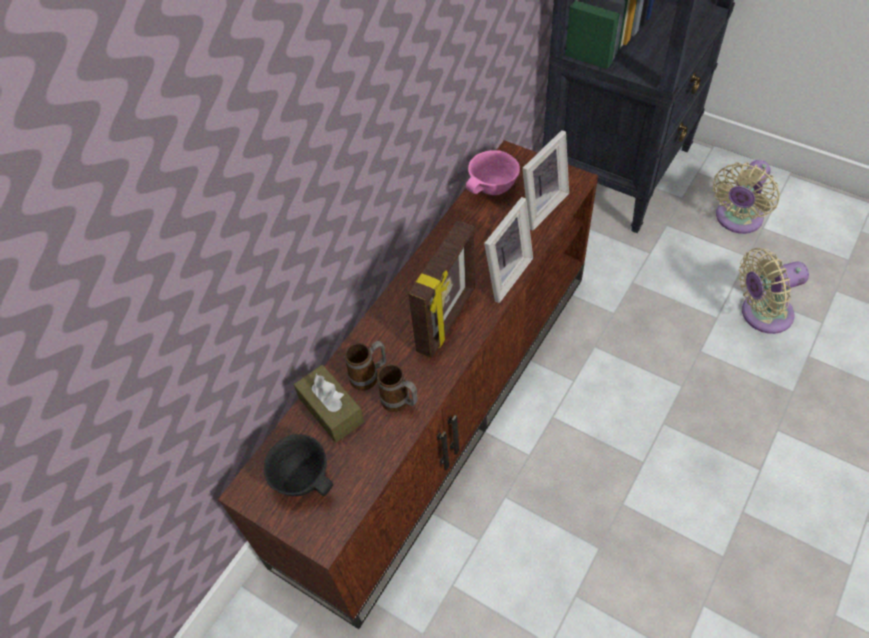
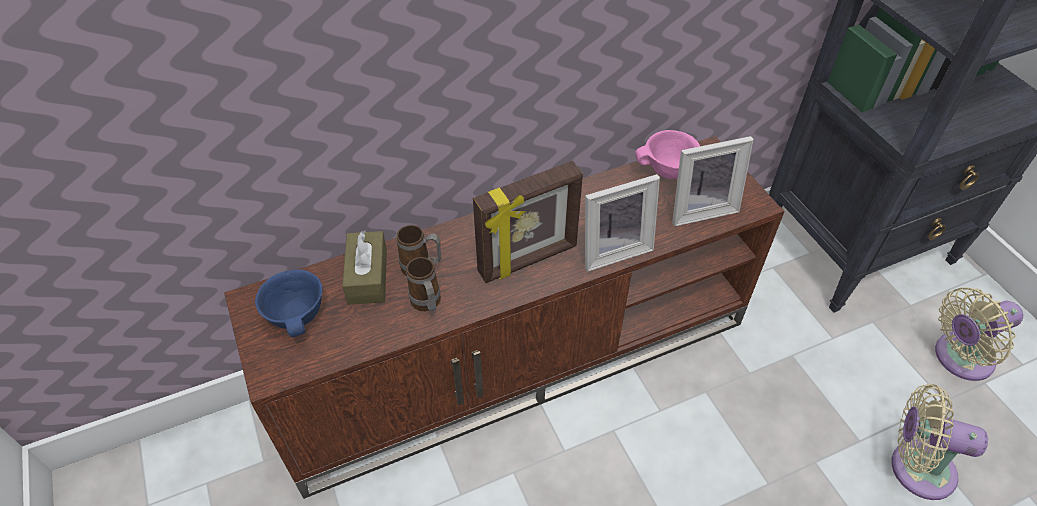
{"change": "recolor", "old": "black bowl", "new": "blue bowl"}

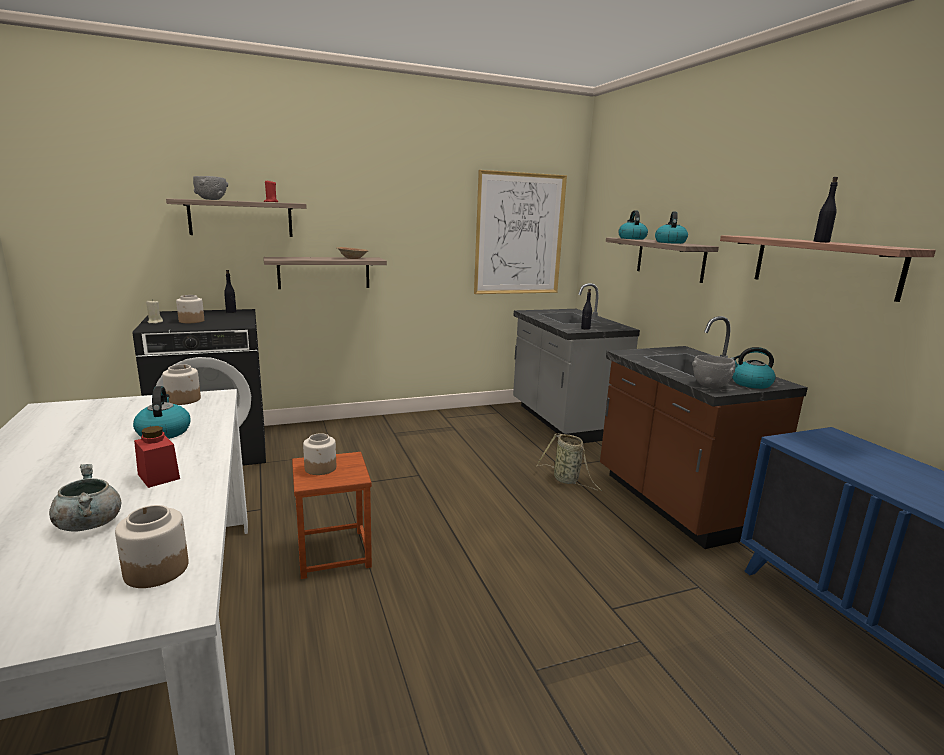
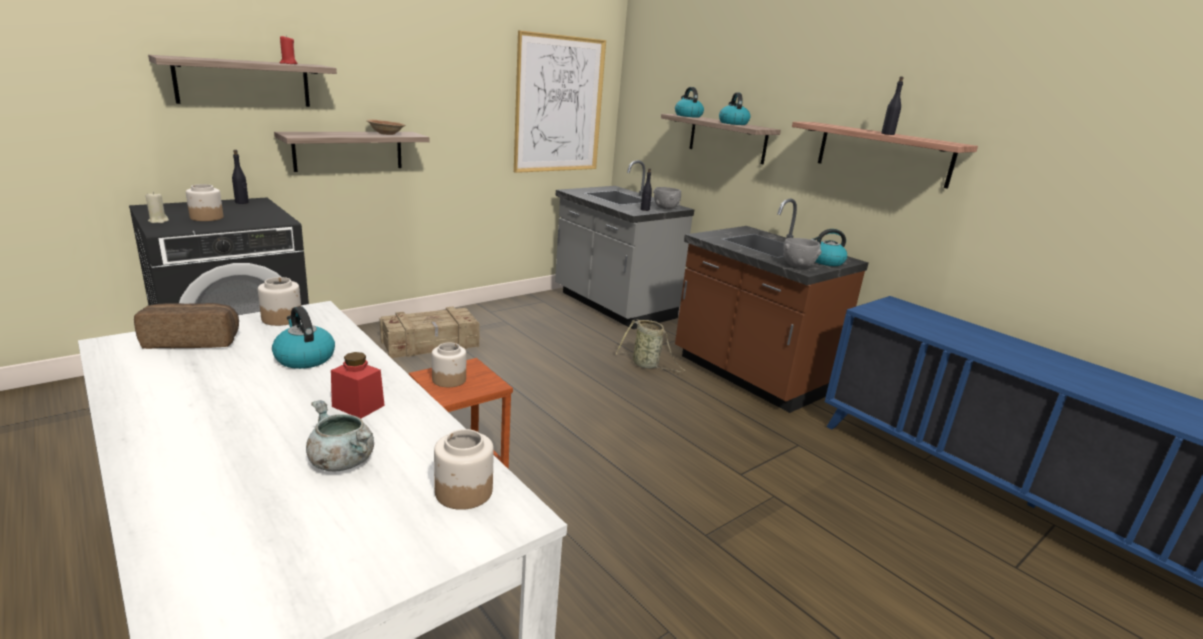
{"change": "insert", "new": "bread"}
{"change": "insert", "new": "crate"}
{"change": "move", "old": "grey bowl (1st from left)"}

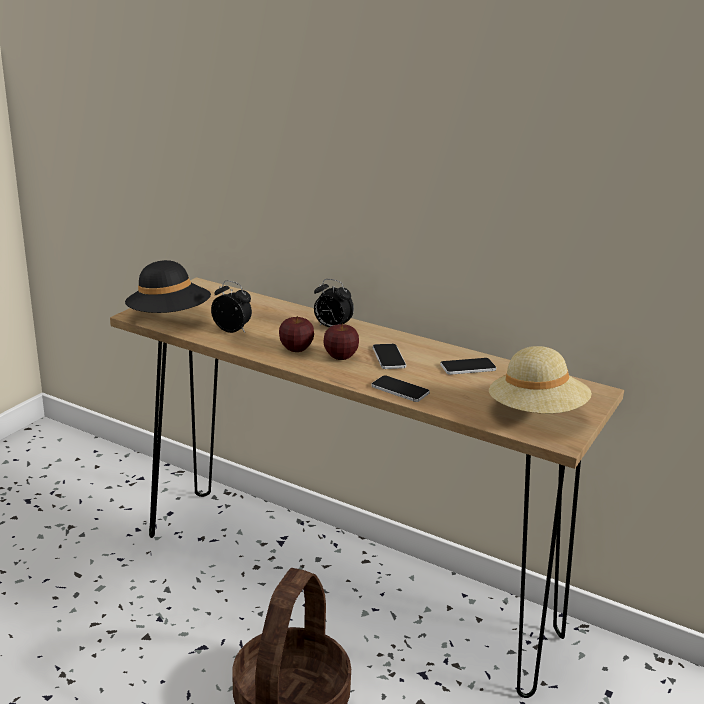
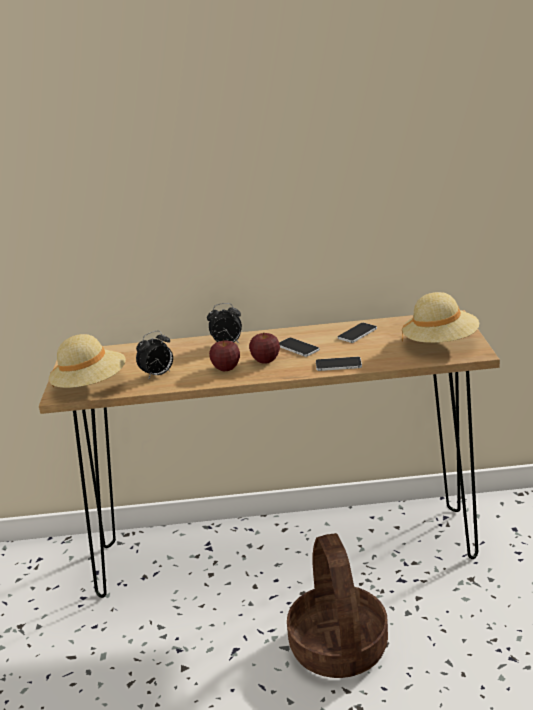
{"change": "recolor", "old": "black hat", "new": "beige hat (1st from left)"}
{"change": "rotate", "old": "alarm clock (1st from left)", "degrees": 150}

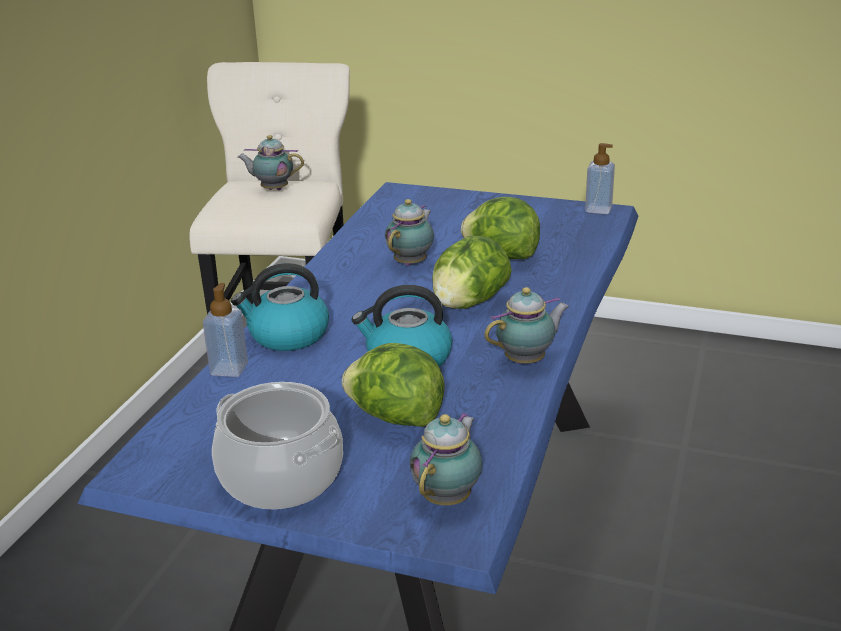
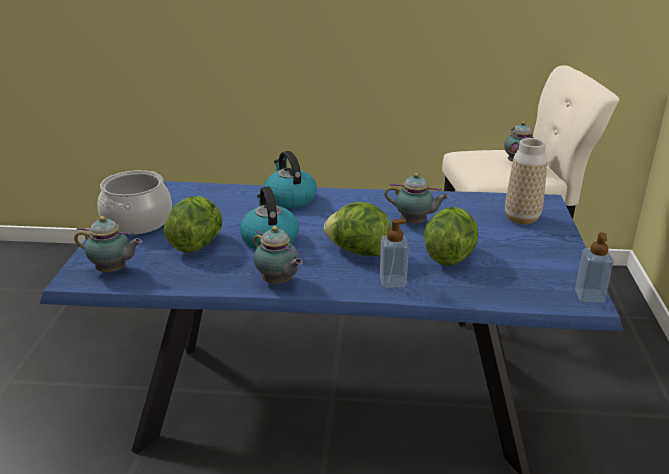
{"change": "move", "old": "soap dispenser (1st from left)"}
{"change": "insert", "new": "vase"}

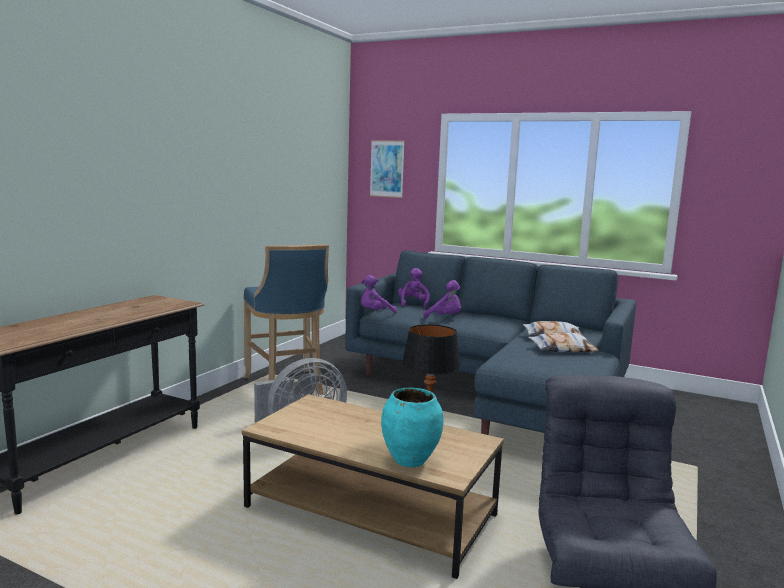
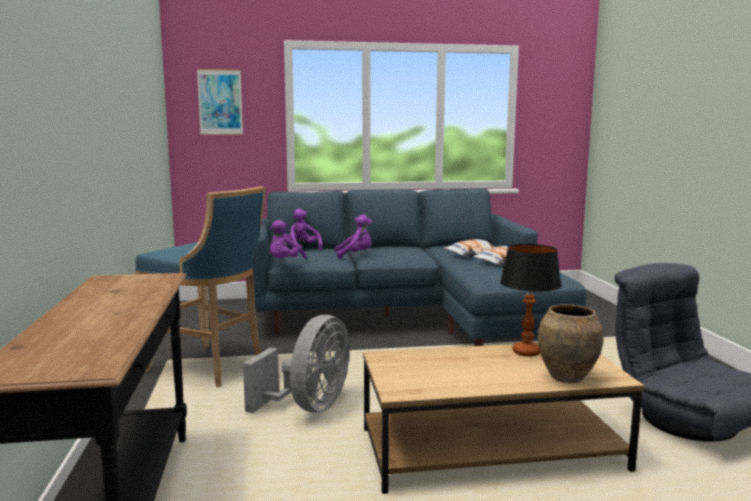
{"change": "recolor", "old": "turquoise vase", "new": "brown vase"}

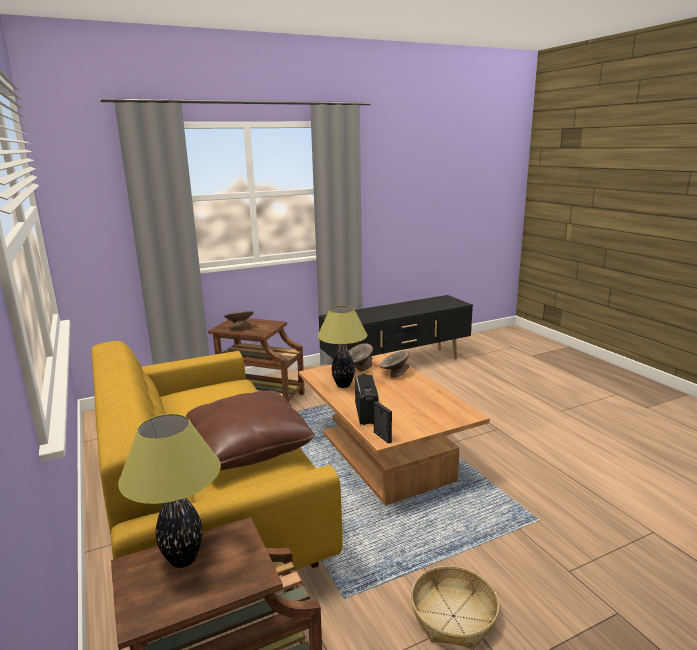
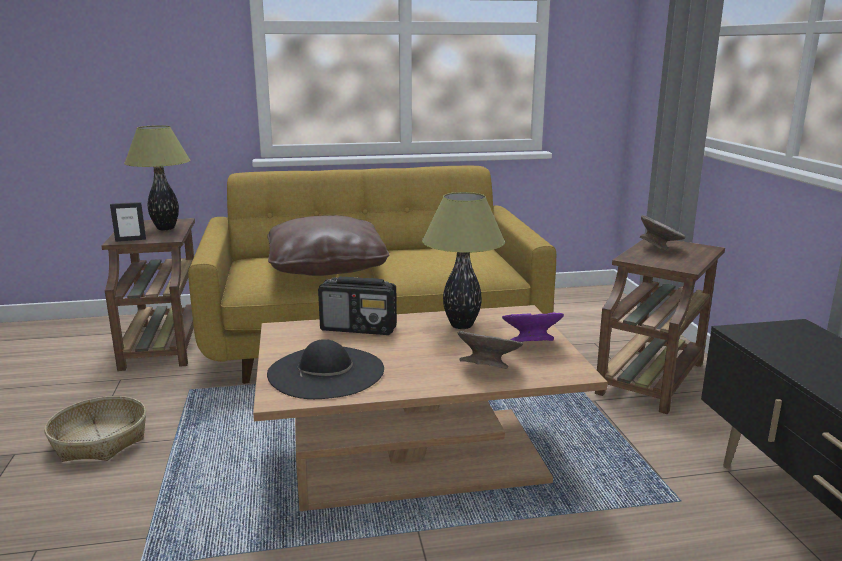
{"change": "move", "old": "picture frame"}
{"change": "insert", "new": "black hat"}
{"change": "recolor", "old": "grey bowl (2nd from left)", "new": "purple bowl"}

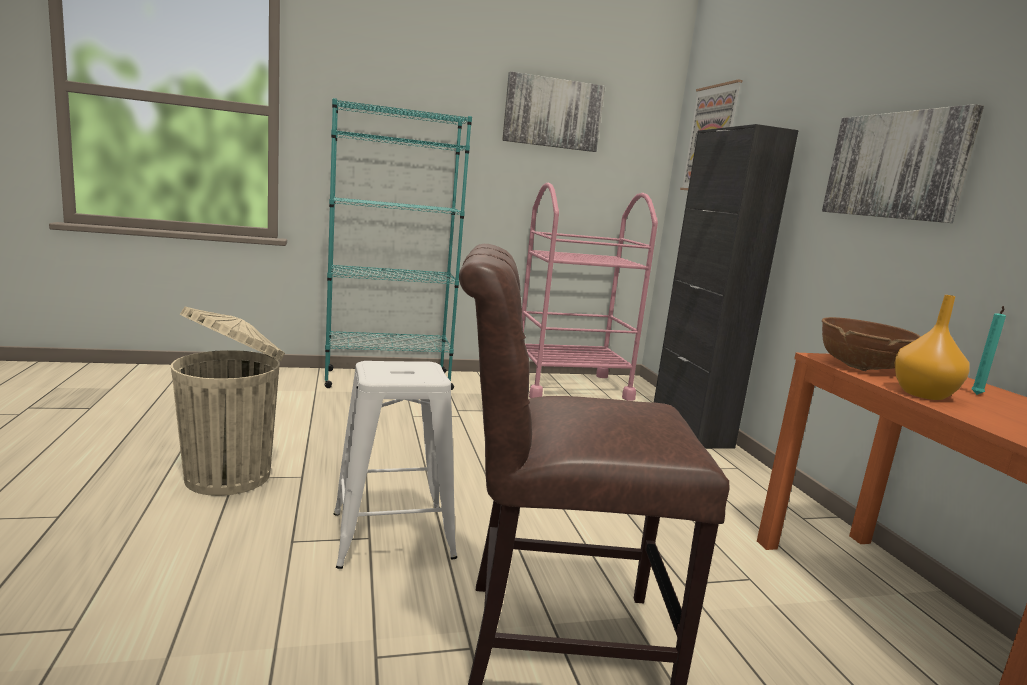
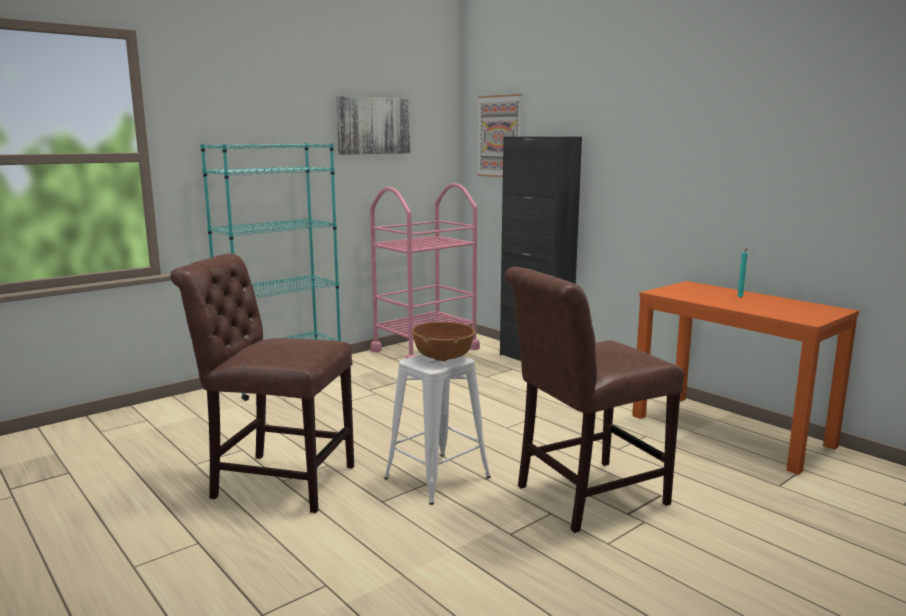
{"change": "replace", "old": "beige trash can", "new": "brown chair (1st from left)"}
{"change": "move", "old": "brown bowl"}
{"change": "delete", "old": "picture (3rd from left)"}
{"change": "delete", "old": "orange vase"}

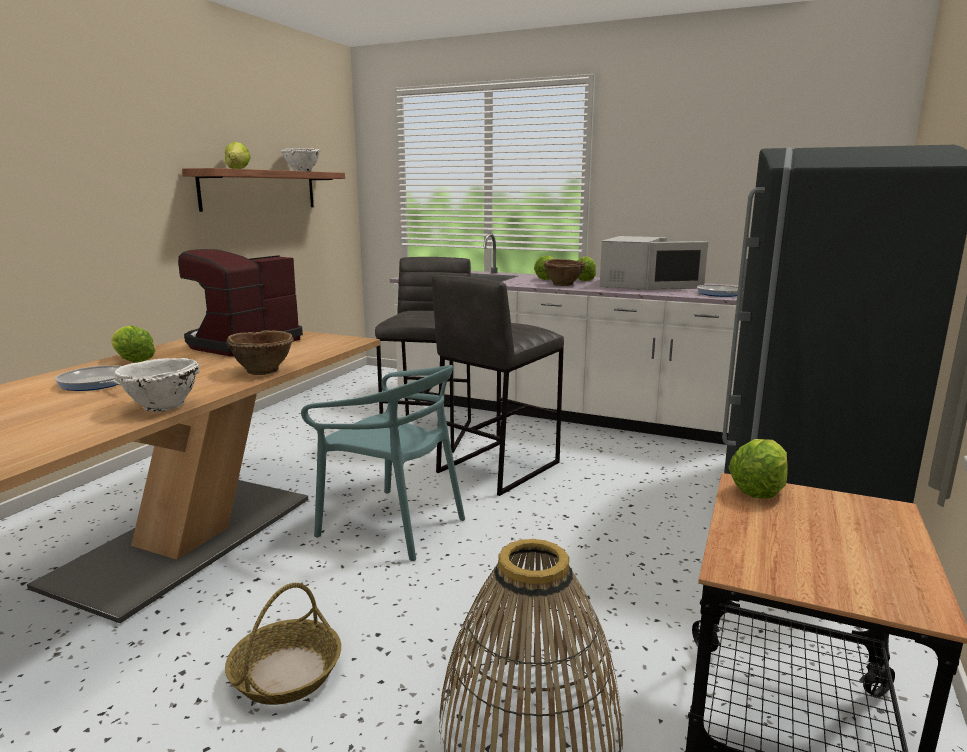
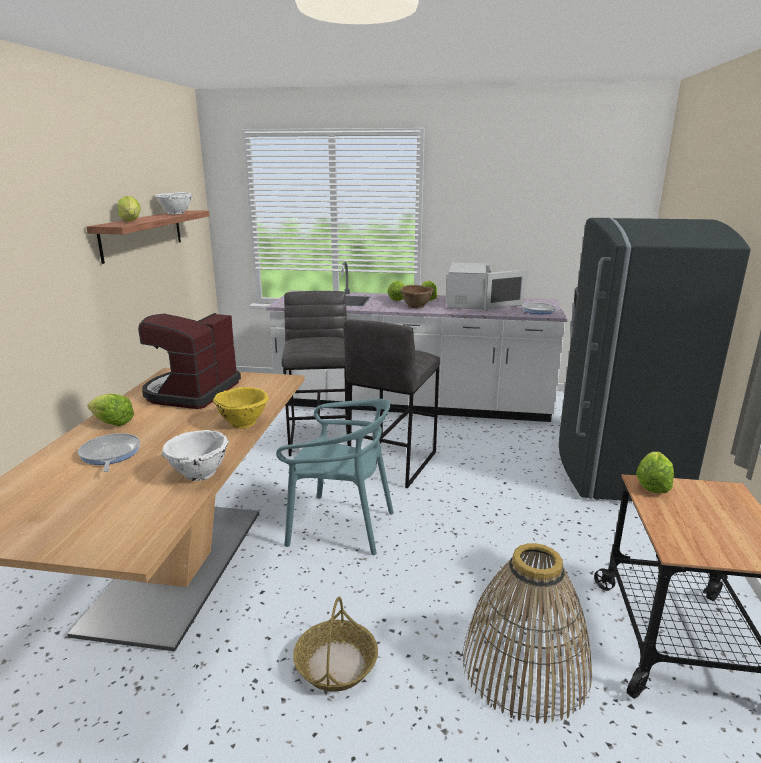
{"change": "rotate", "old": "frying pan (1st from left)", "degrees": 45}
{"change": "recolor", "old": "brown bowl (1st from left)", "new": "yellow bowl"}

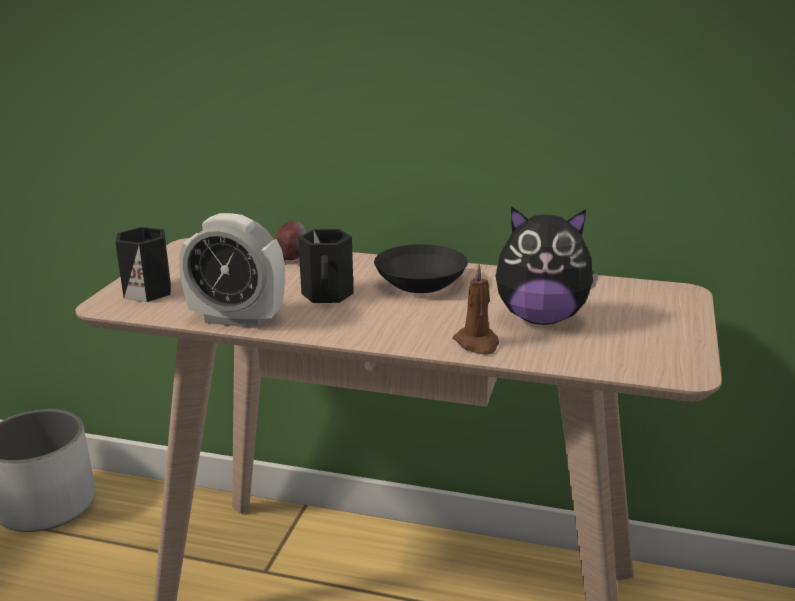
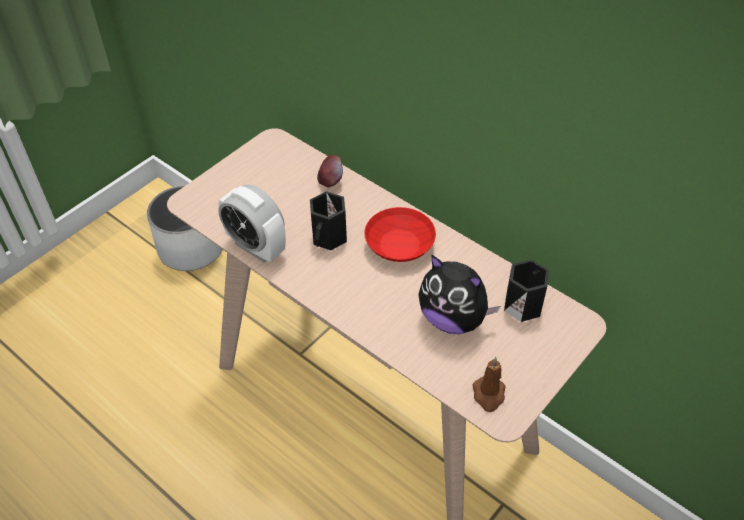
{"change": "recolor", "old": "black bowl", "new": "red bowl"}
{"change": "move", "old": "brown candle"}
{"change": "move", "old": "black mug (1st from left in the first image)", "new": "black mug (2nd from left)"}

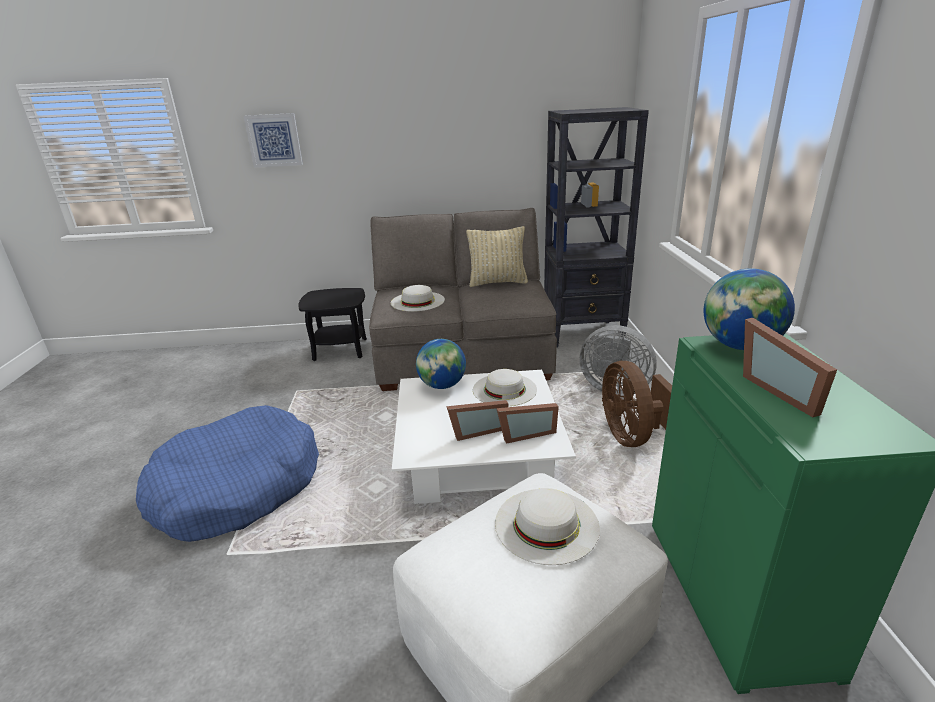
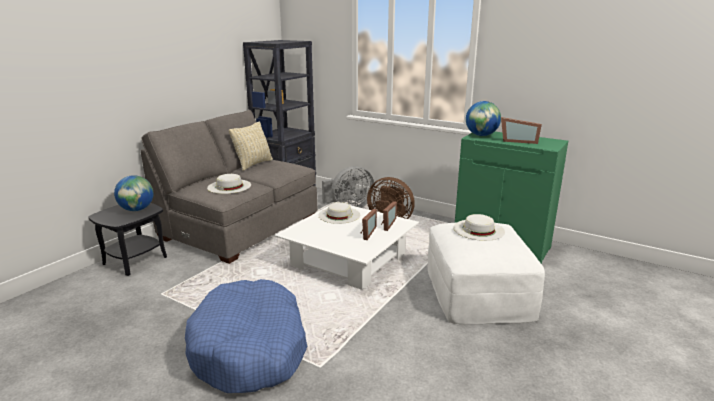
{"change": "move", "old": "globe (1st from left)"}
{"change": "delete", "old": "picture"}

